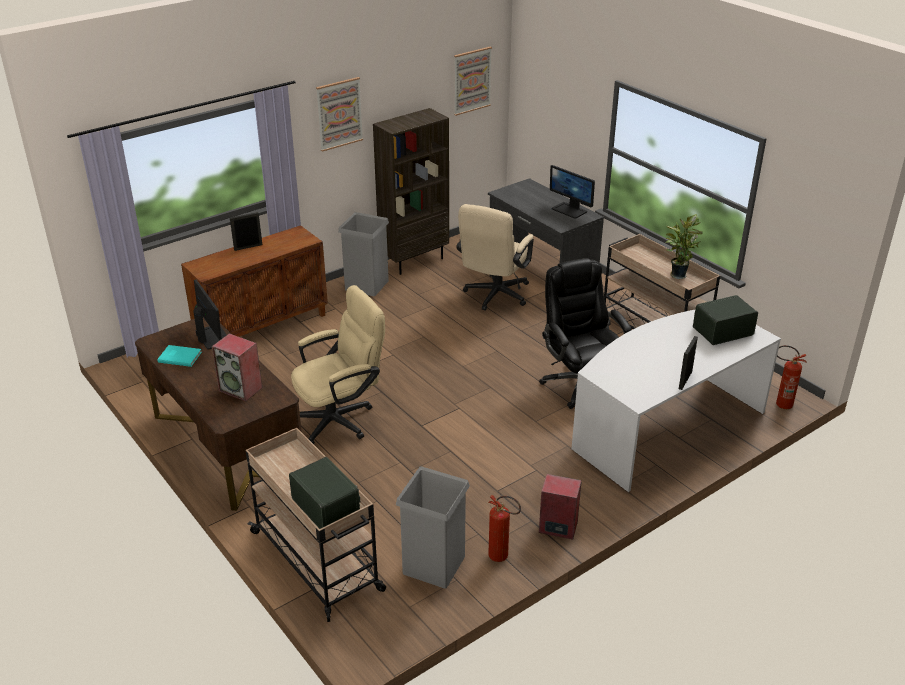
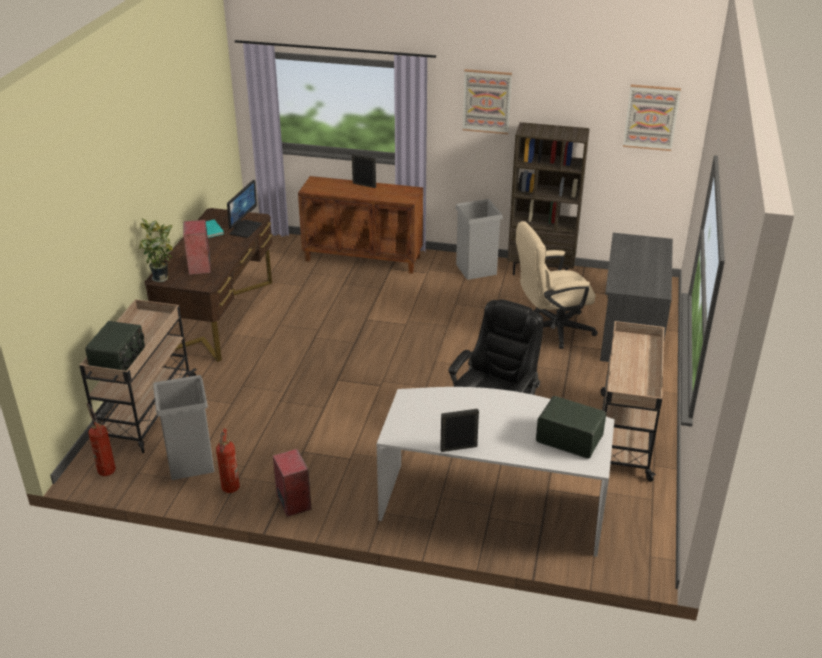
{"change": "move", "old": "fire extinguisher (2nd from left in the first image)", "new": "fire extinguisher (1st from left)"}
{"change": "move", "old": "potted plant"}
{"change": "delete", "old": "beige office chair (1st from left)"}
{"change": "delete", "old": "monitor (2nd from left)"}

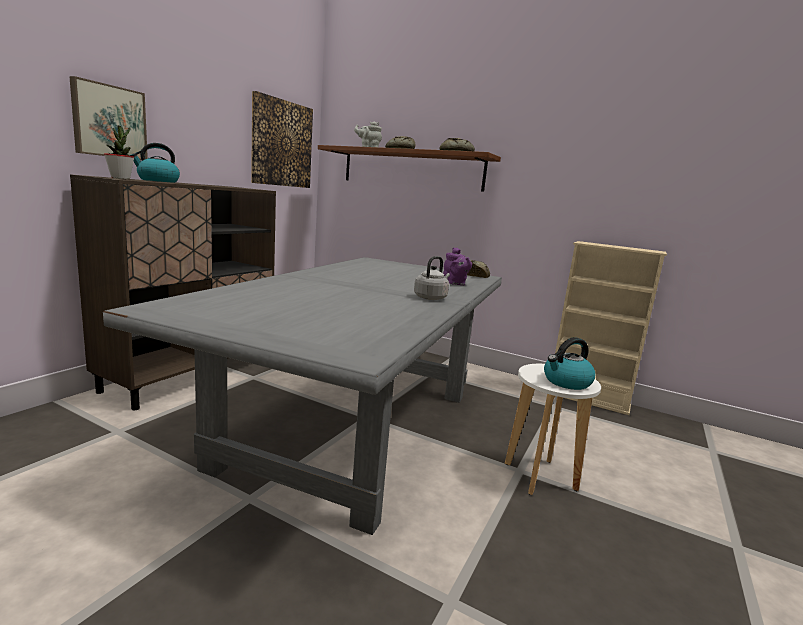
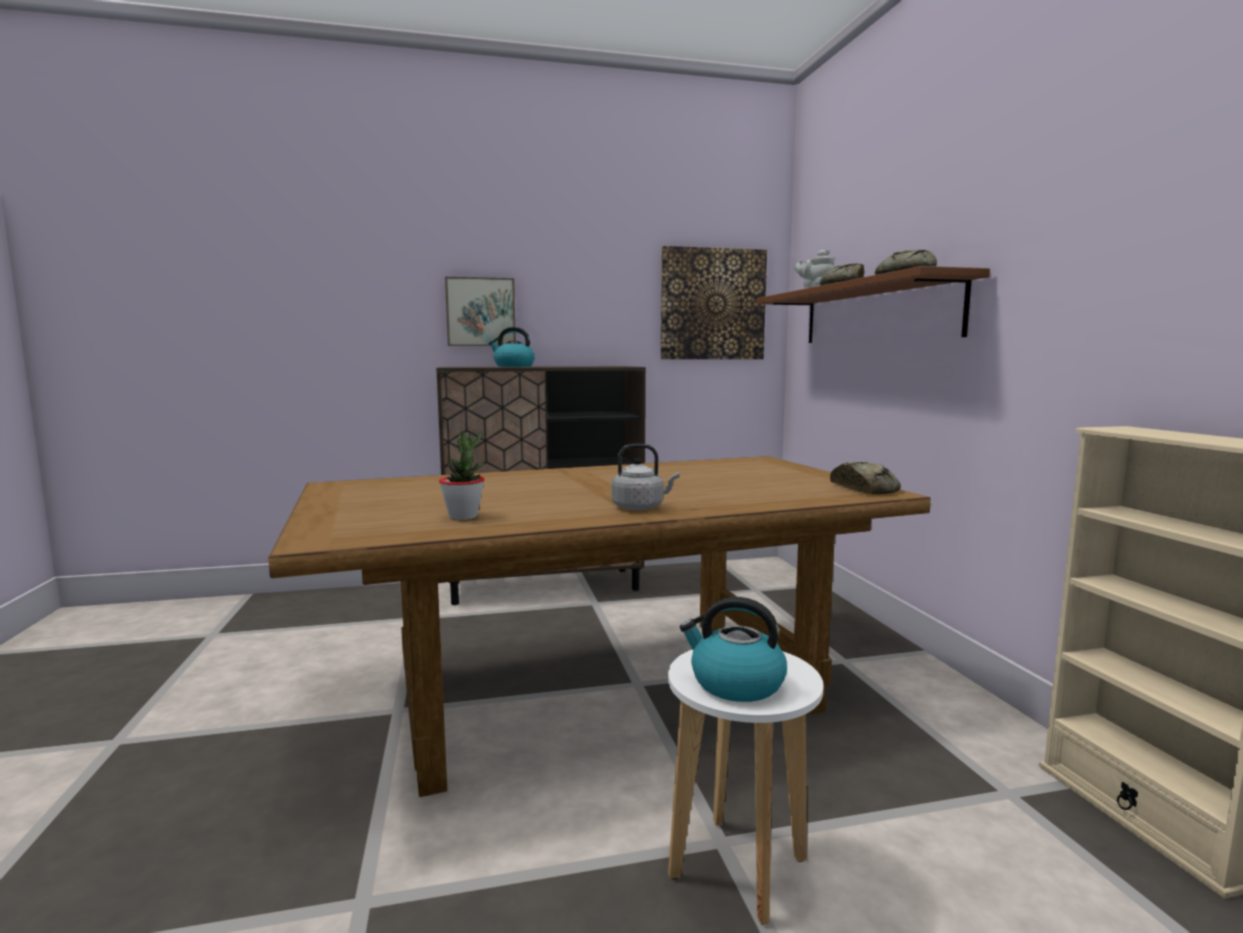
{"change": "recolor", "old": "grey dining table", "new": "brown dining table"}
{"change": "move", "old": "potted plant"}
{"change": "delete", "old": "purple teapot"}

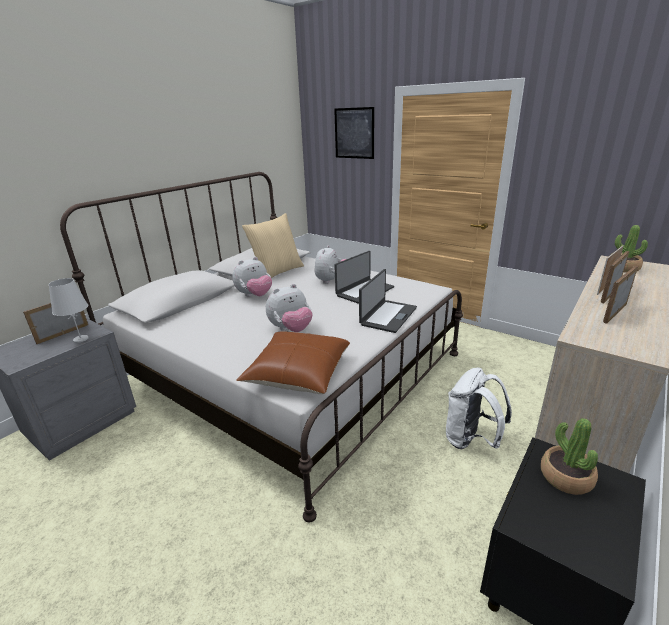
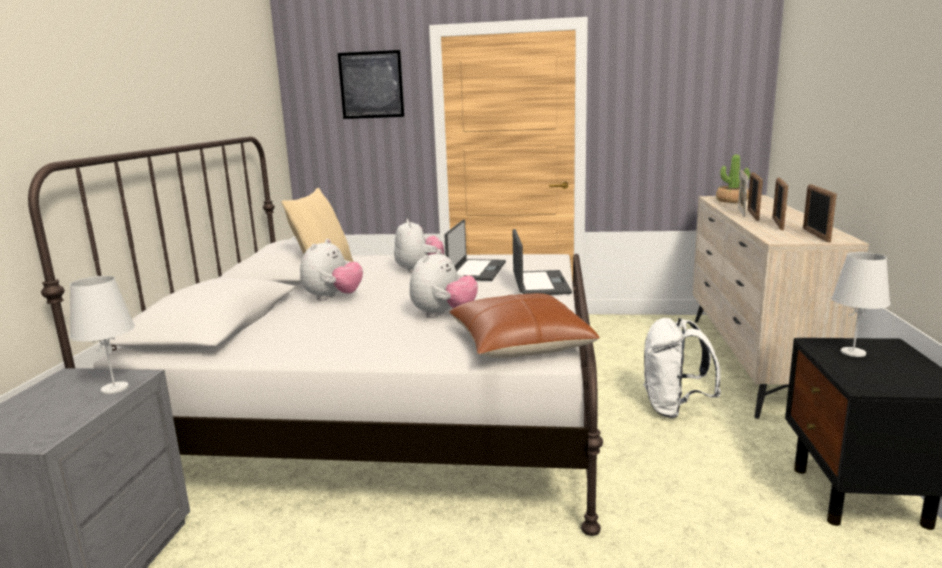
{"change": "move", "old": "picture frame (1st from left in the first image)", "new": "picture frame (4th from left)"}
{"change": "replace", "old": "potted plant (1st from left)", "new": "white table lamp (2nd from left)"}

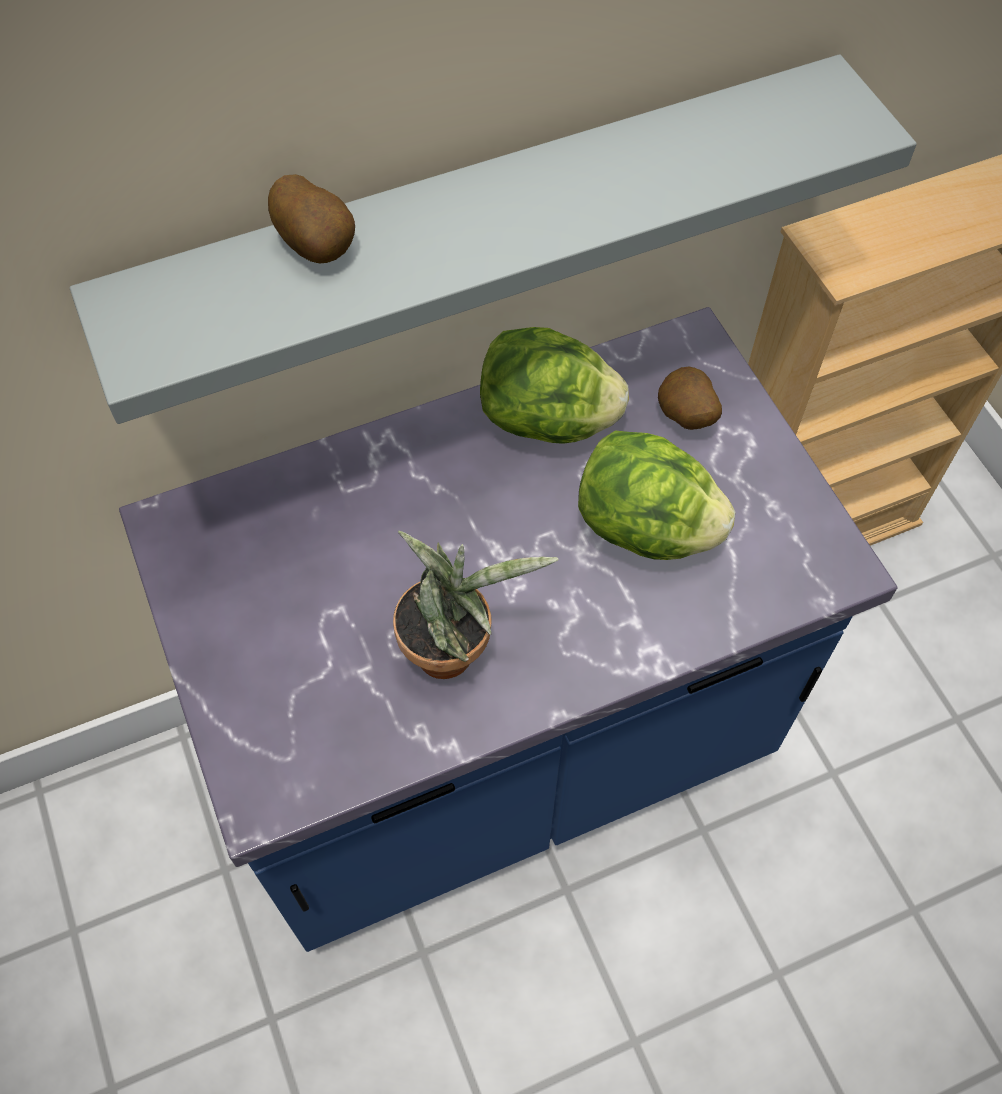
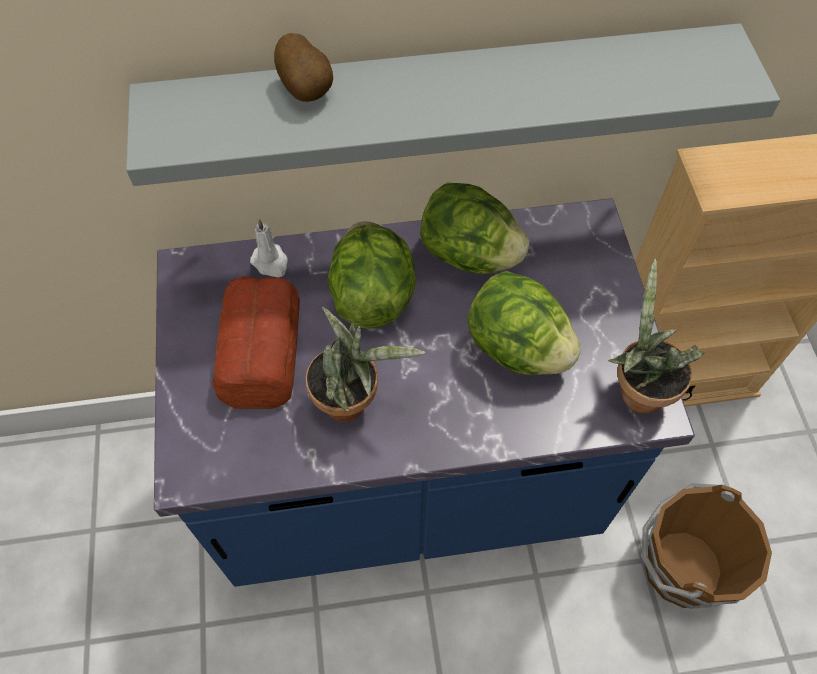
{"change": "insert", "new": "bread"}
{"change": "insert", "new": "white candle"}
{"change": "insert", "new": "lettuce (1st from left)"}
{"change": "insert", "new": "potted plant (2nd from left)"}
{"change": "insert", "new": "brown bucket"}
{"change": "delete", "old": "potato (2nd from left)"}

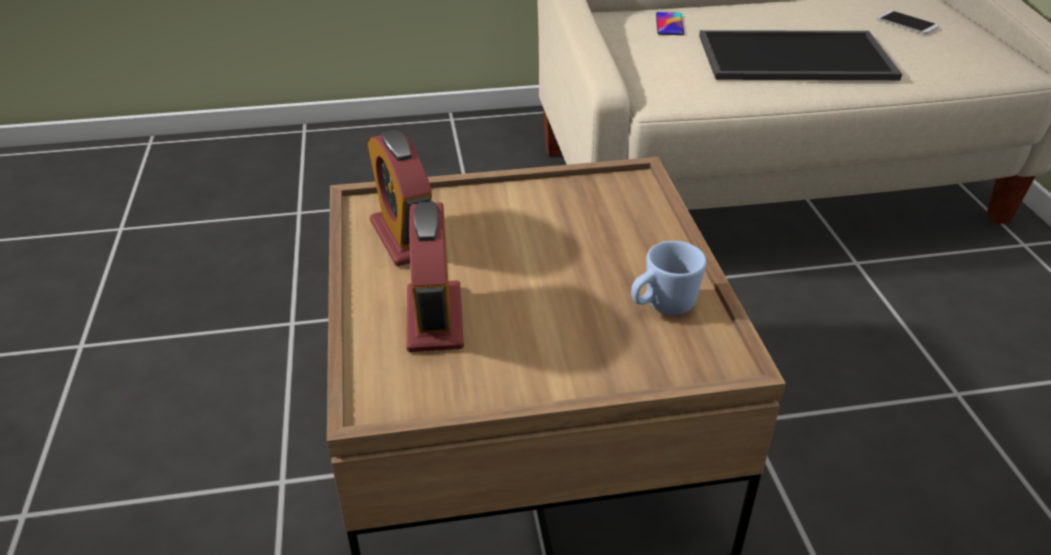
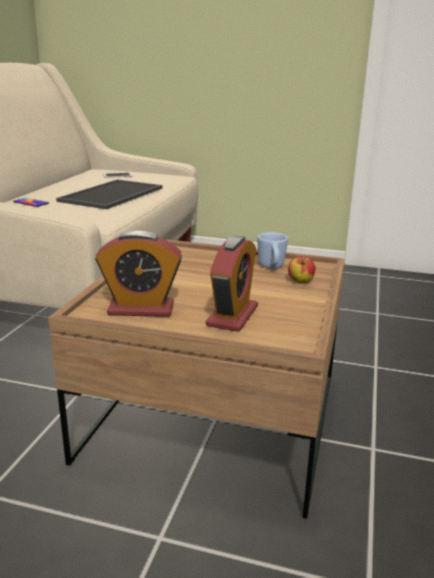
{"change": "rotate", "old": "alarm clock (2nd from left)", "degrees": -90}
{"change": "insert", "new": "apple"}

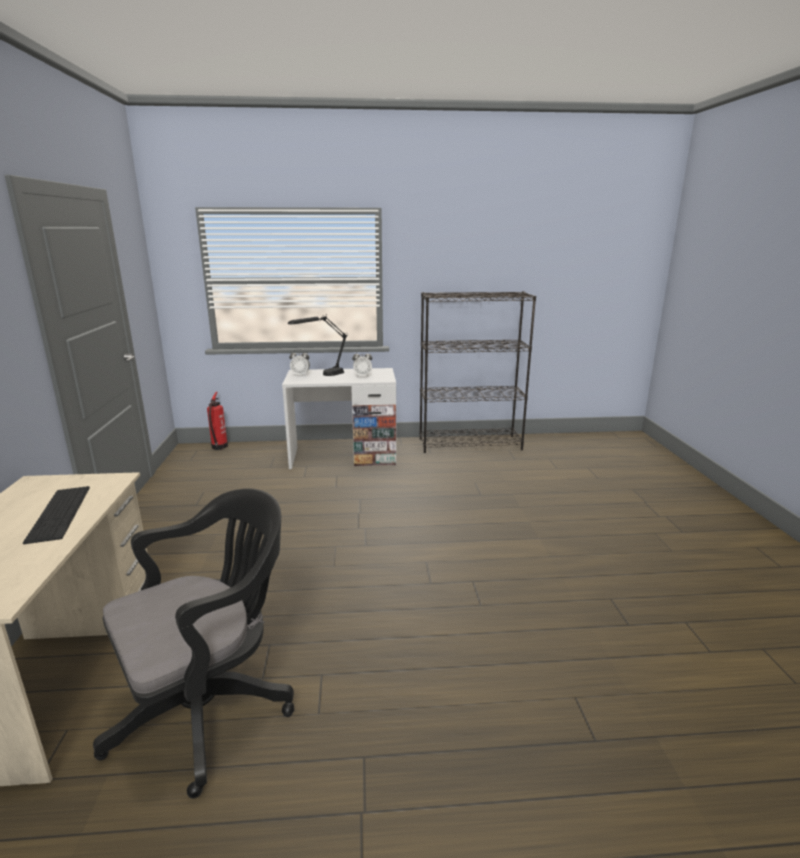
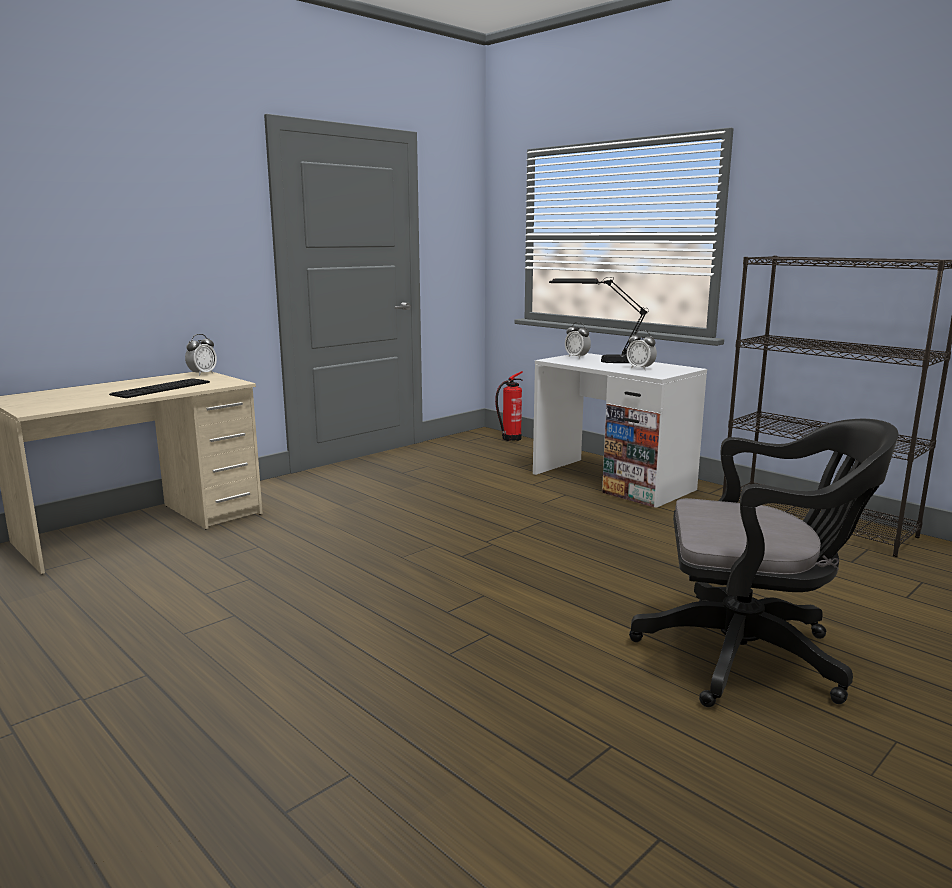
{"change": "insert", "new": "alarm clock (1st from left)"}
{"change": "move", "old": "black office chair"}

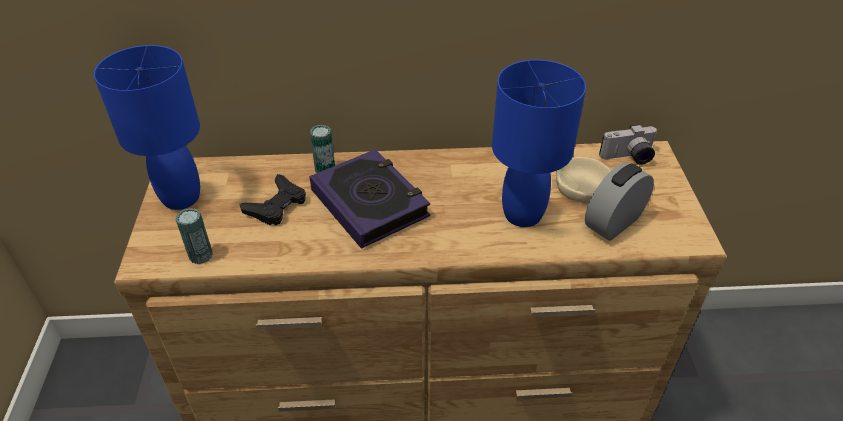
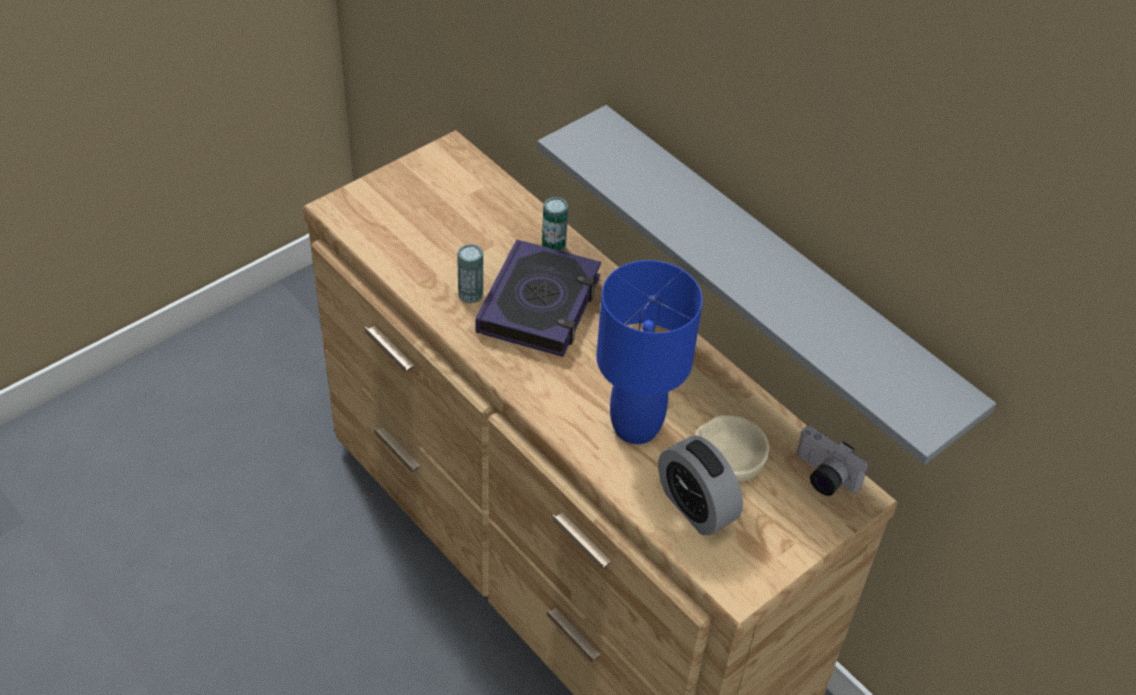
{"change": "move", "old": "can (1st from left)"}
{"change": "insert", "new": "grey shelf"}
{"change": "rotate", "old": "alarm clock", "degrees": -135}
{"change": "delete", "old": "blue table lamp (1st from left)"}
{"change": "delete", "old": "black game controller"}

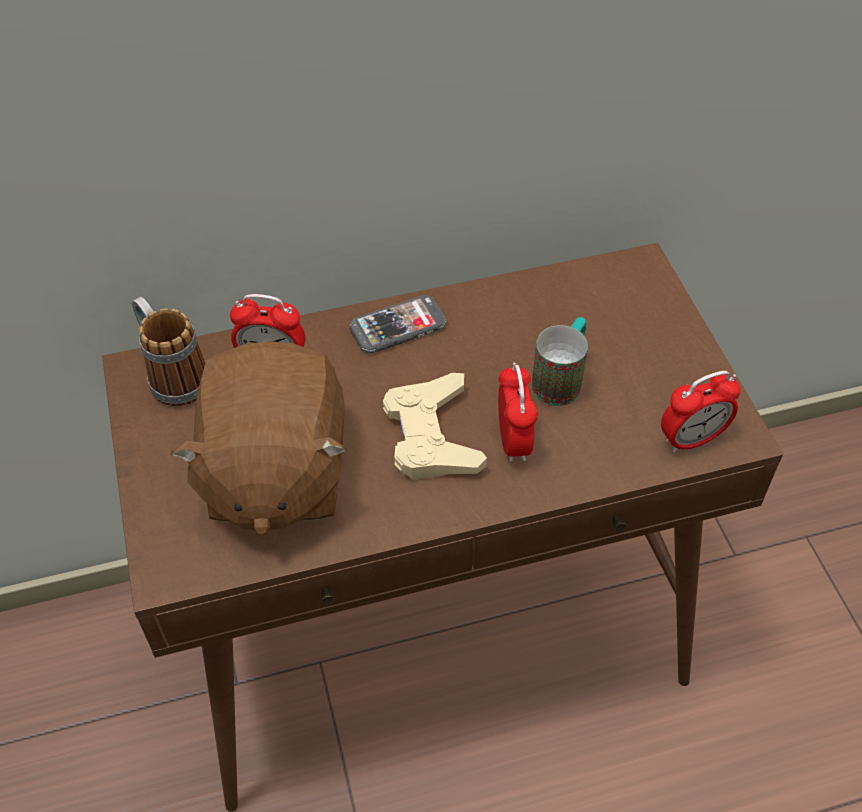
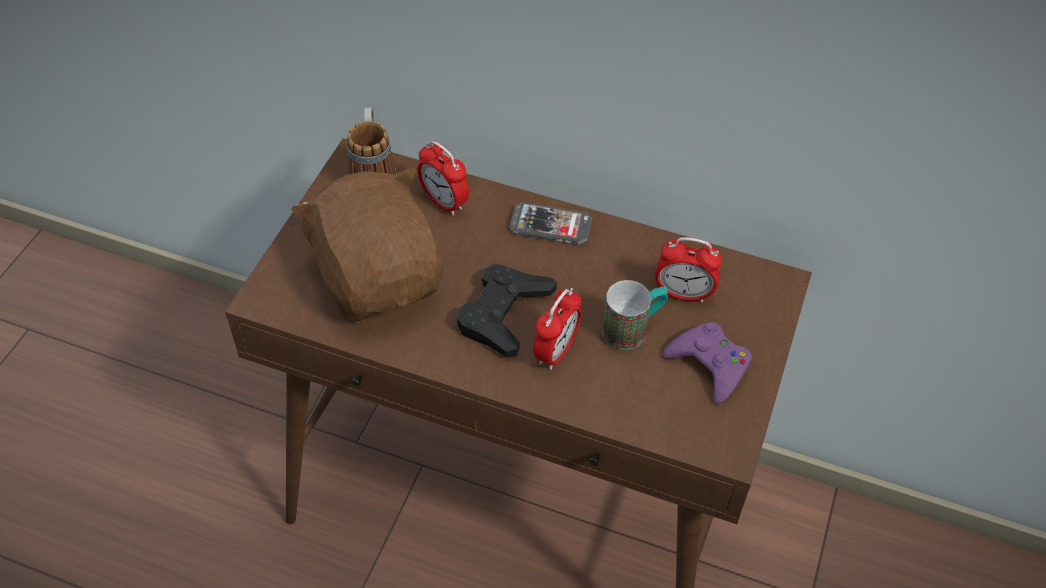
{"change": "rotate", "old": "brown plush toy", "degrees": 120}
{"change": "recolor", "old": "beige game controller", "new": "black game controller"}
{"change": "move", "old": "alarm clock (3rd from left)"}
{"change": "insert", "new": "purple game controller"}

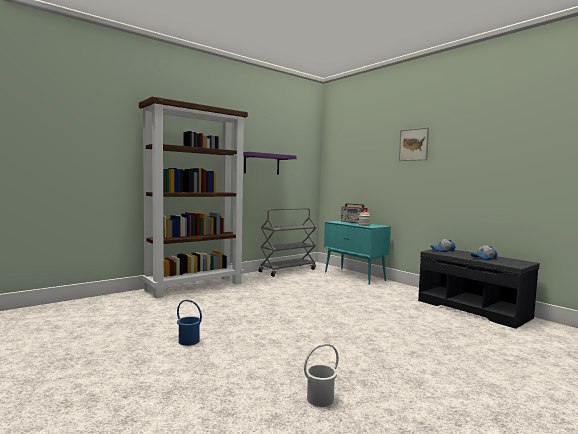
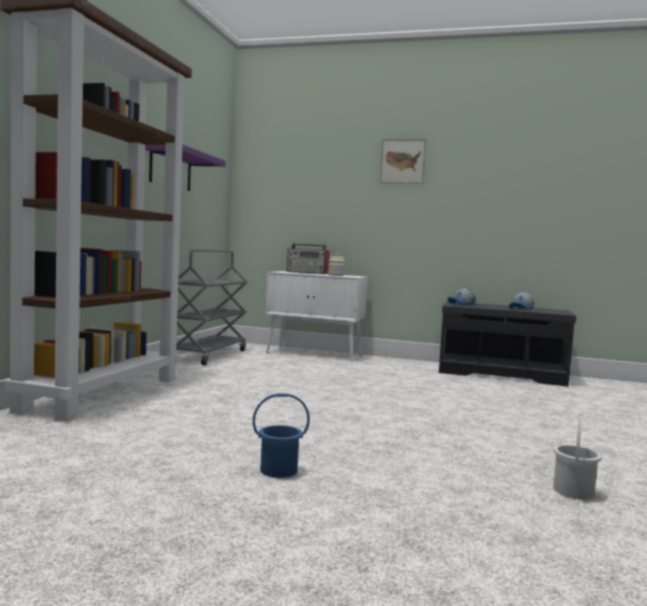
{"change": "recolor", "old": "turquoise cabinet", "new": "white cabinet"}

